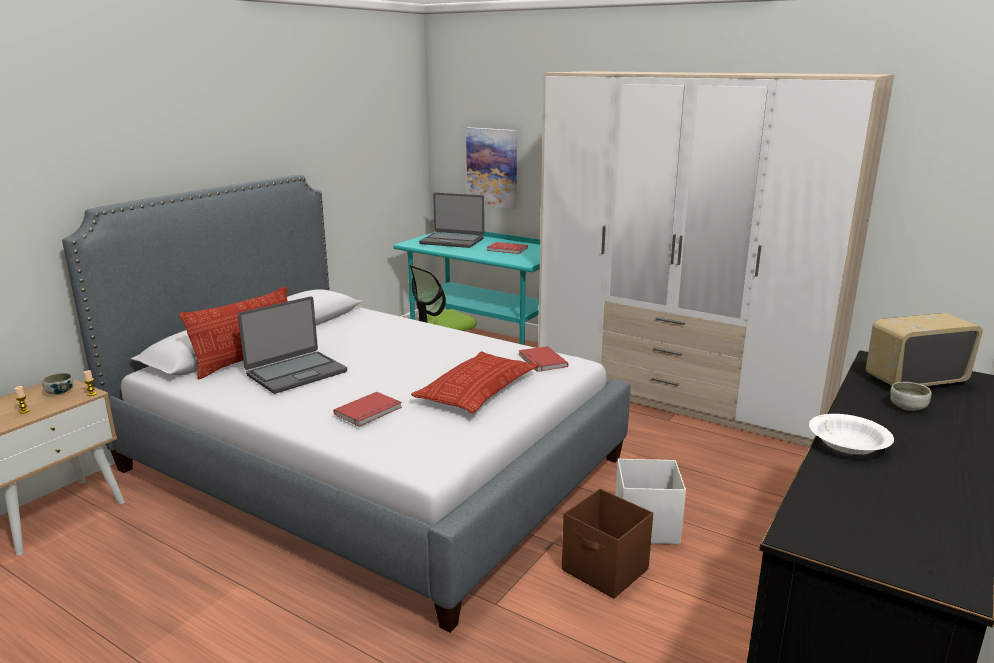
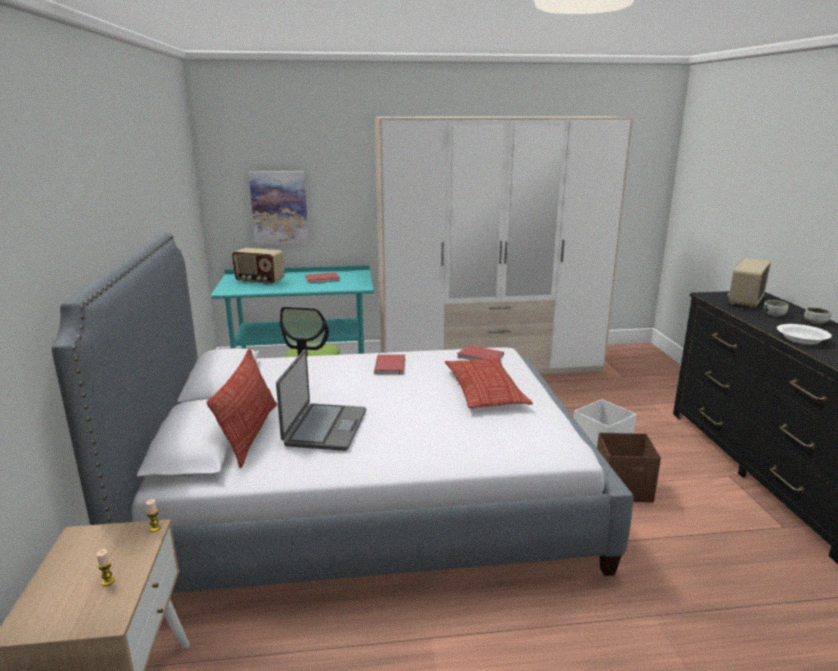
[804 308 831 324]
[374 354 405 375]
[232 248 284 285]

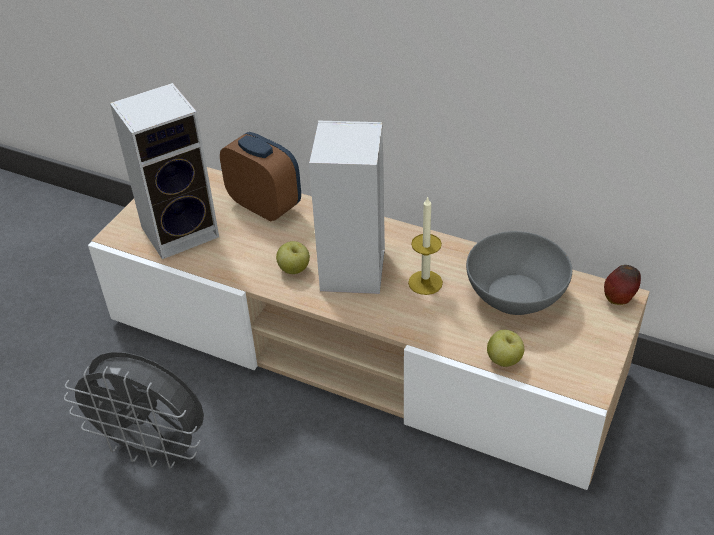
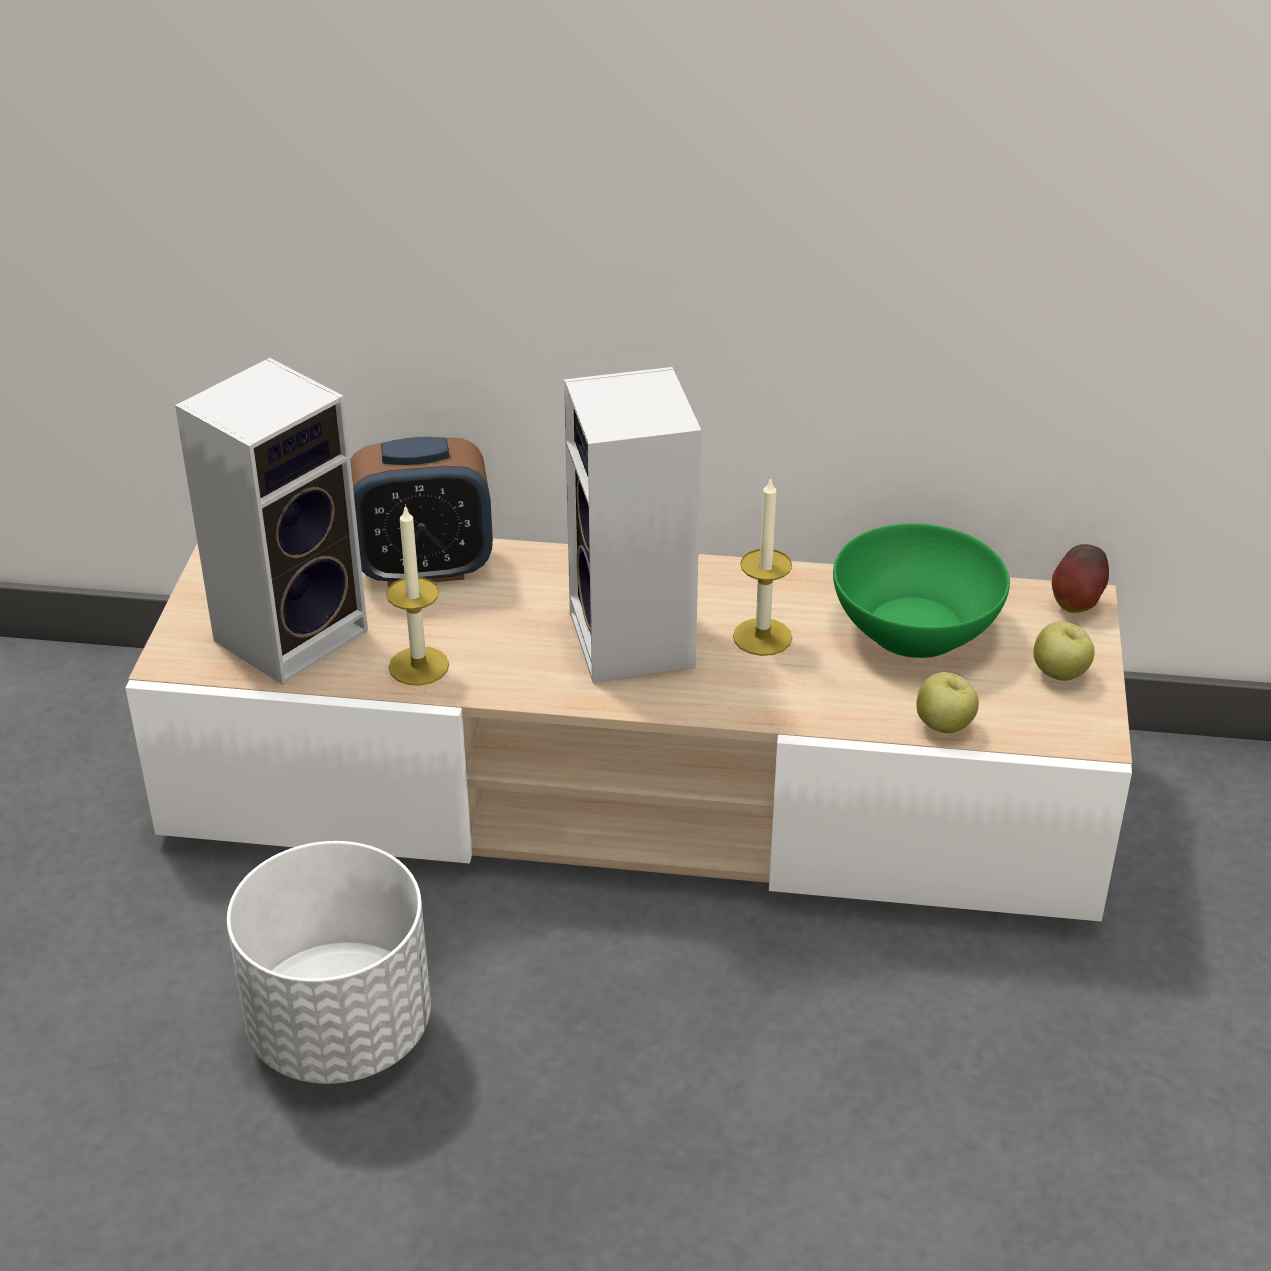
[386 505 449 686]
[1034 621 1095 681]
[227 841 431 1084]
[833 523 1010 658]
[350 437 493 586]

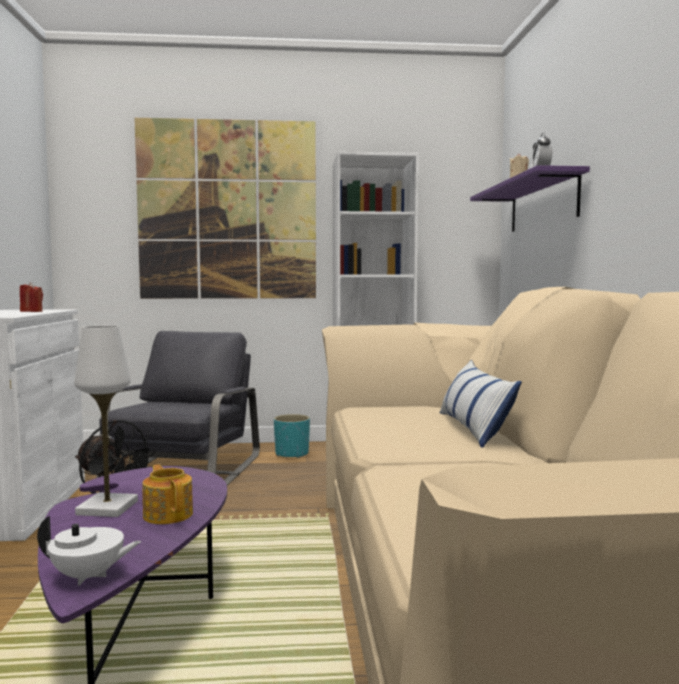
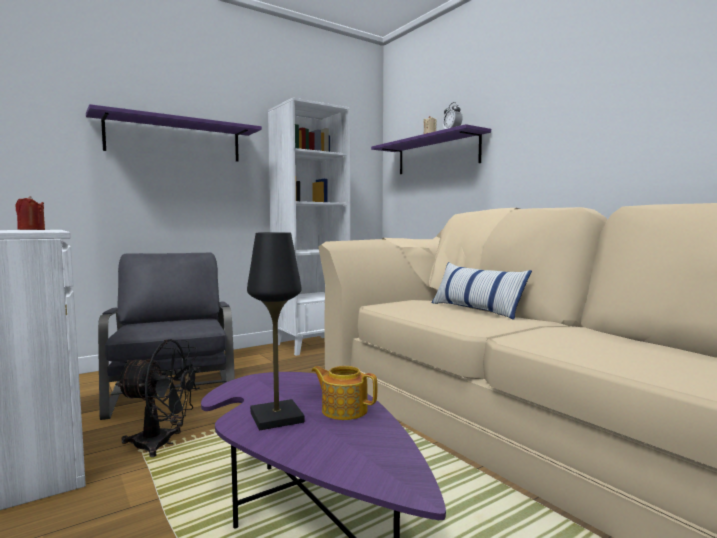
[37 515 141 586] (first image)
[274 414 310 458] (first image)
[86 104 262 162]
[247 232 304 430]

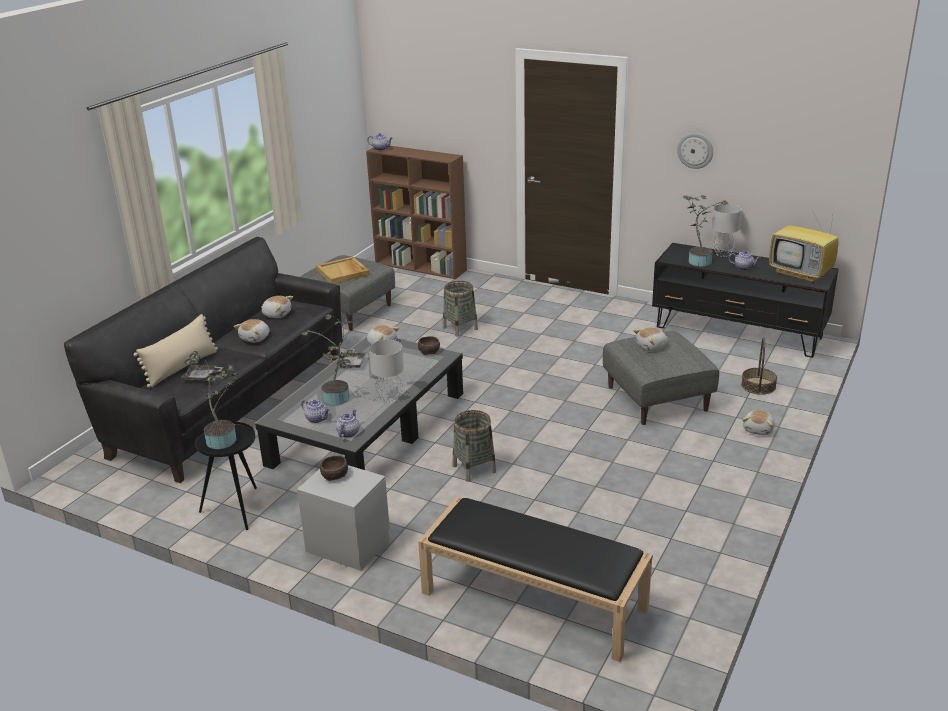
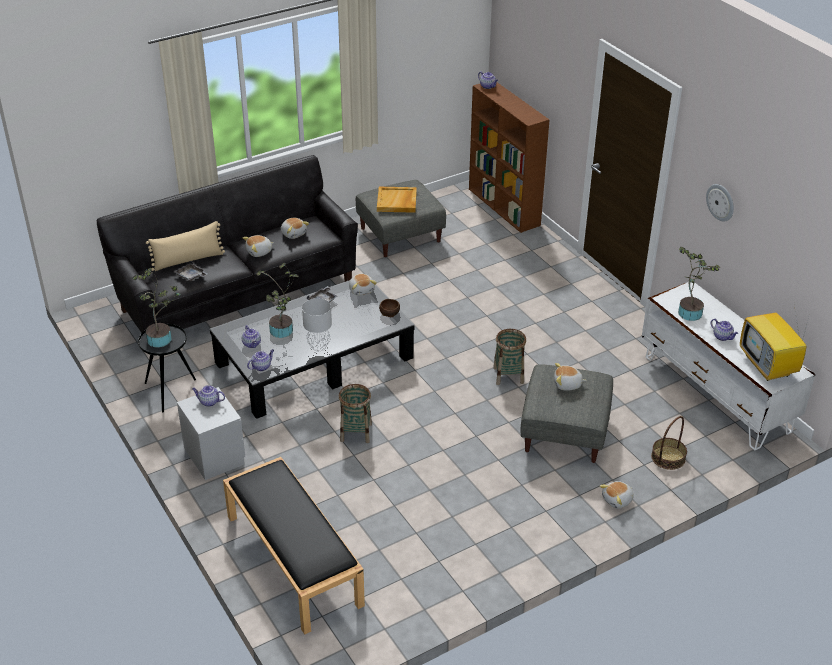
[712 204 742 257] (first image)
[493 329 526 385]
[192 385 225 407]
[642 282 815 450]

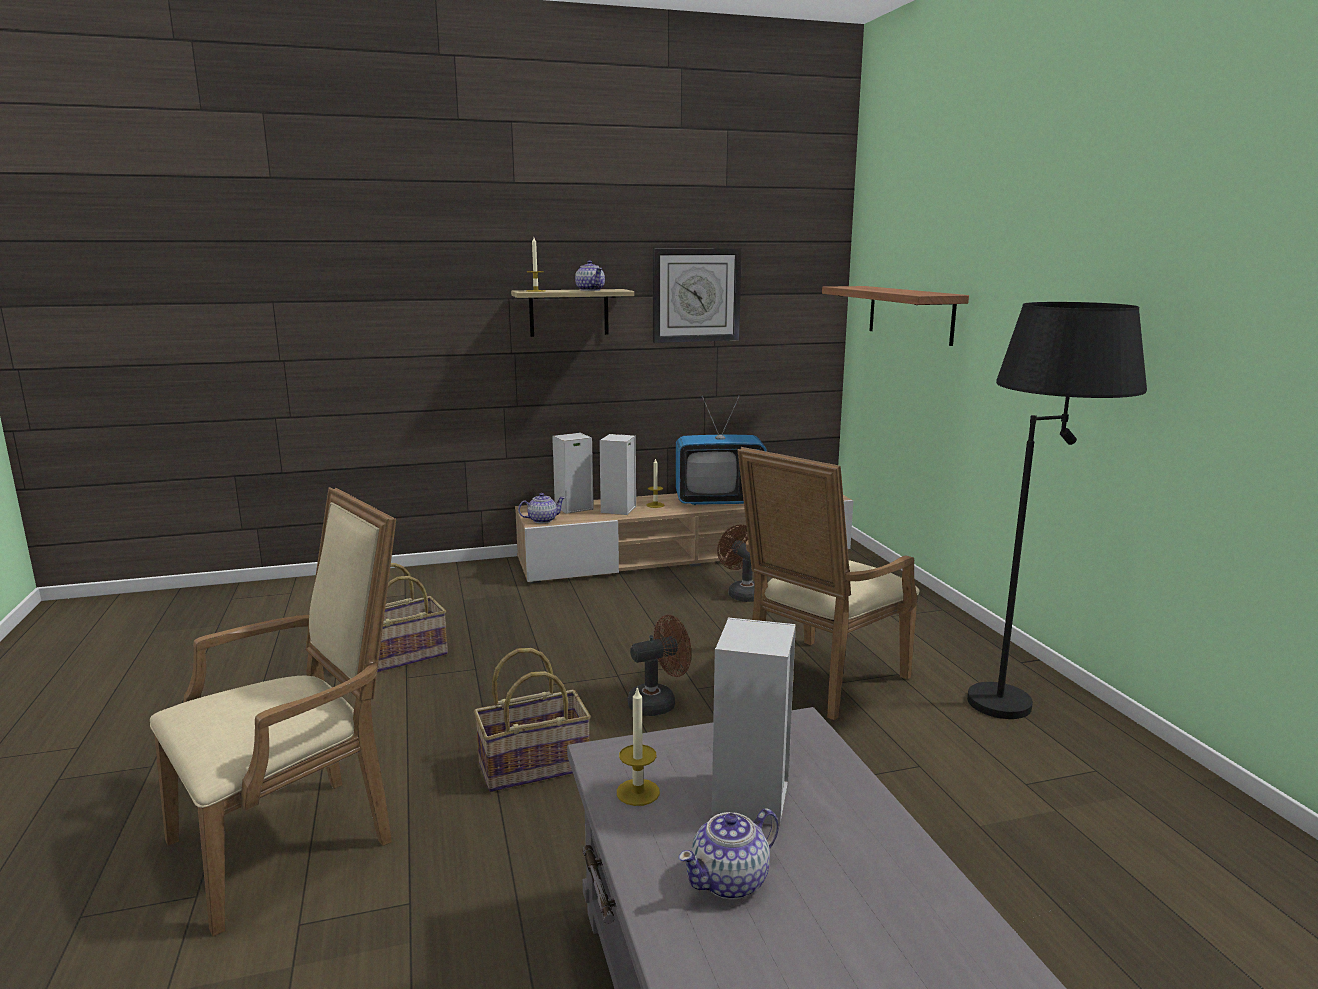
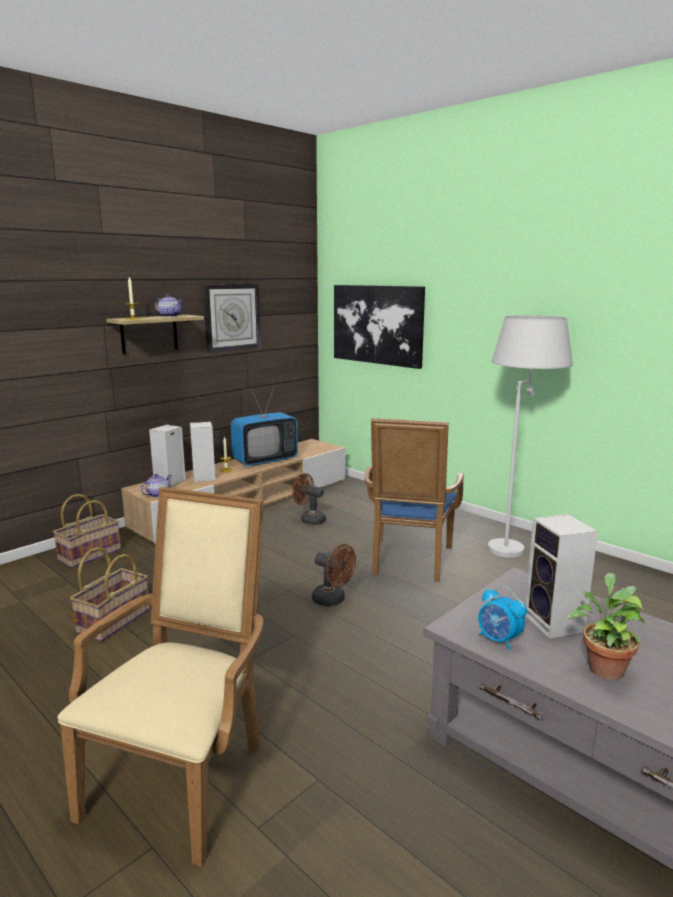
[53 494 121 568]
[478 587 527 650]
[567 573 645 680]
[334 285 425 369]
[364 418 464 582]
[488 315 573 558]
[312 544 356 607]

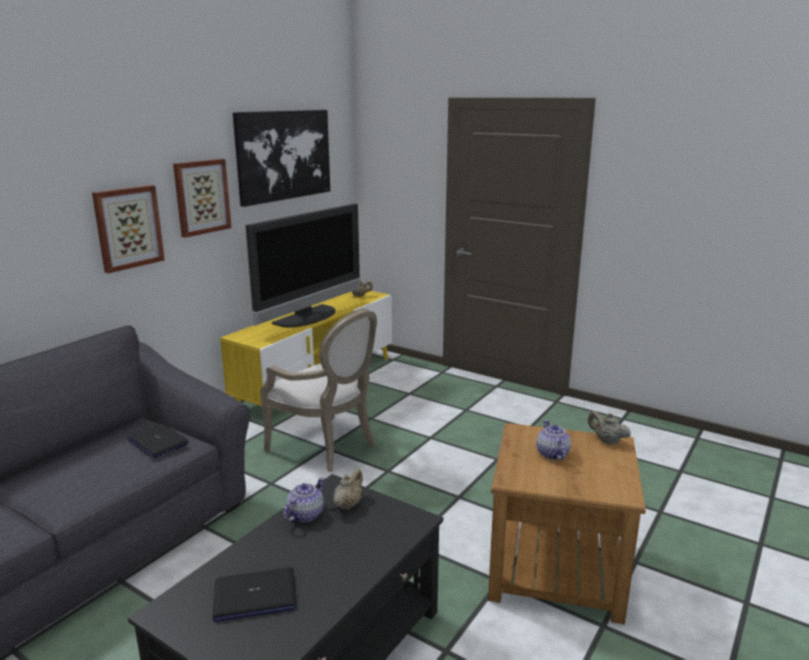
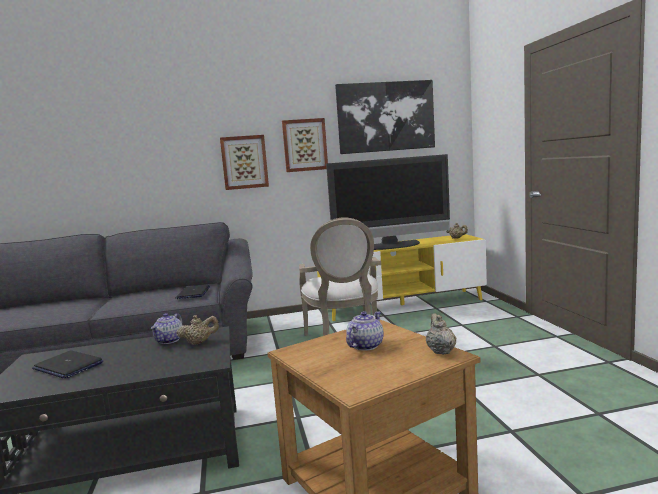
[151 313 183 344]

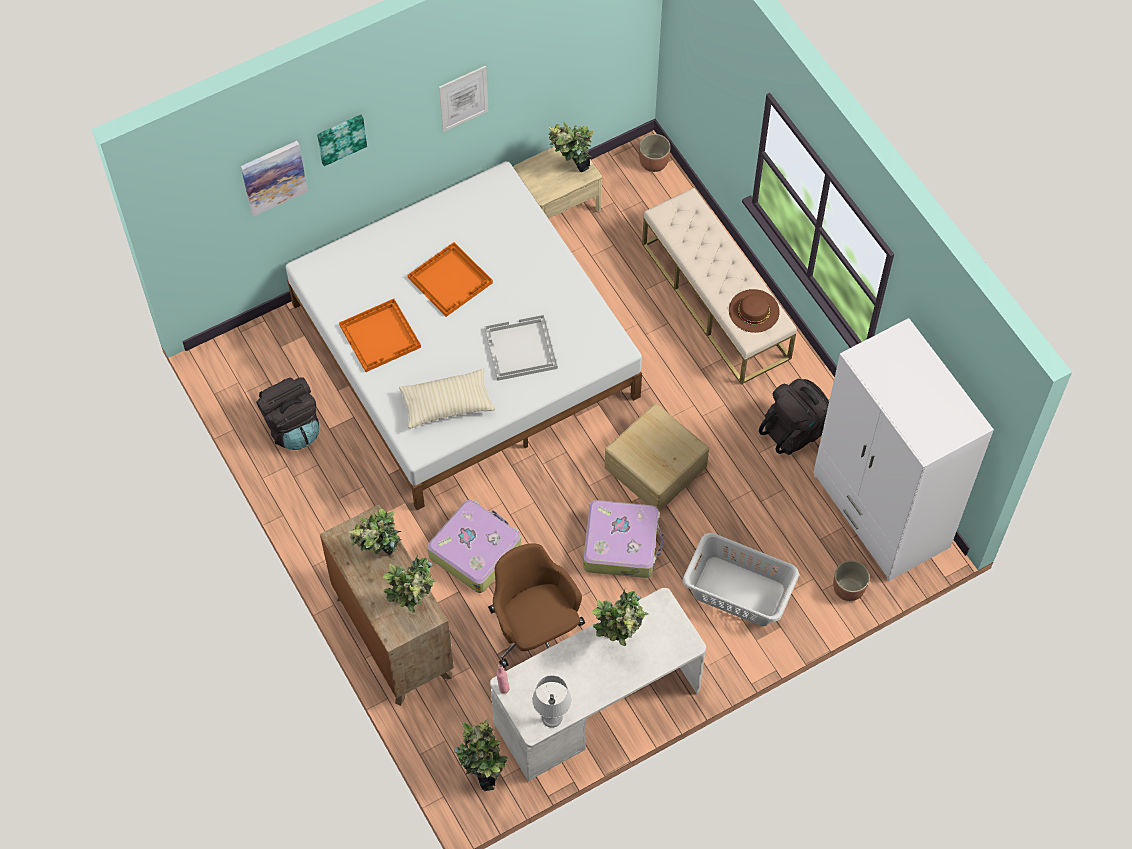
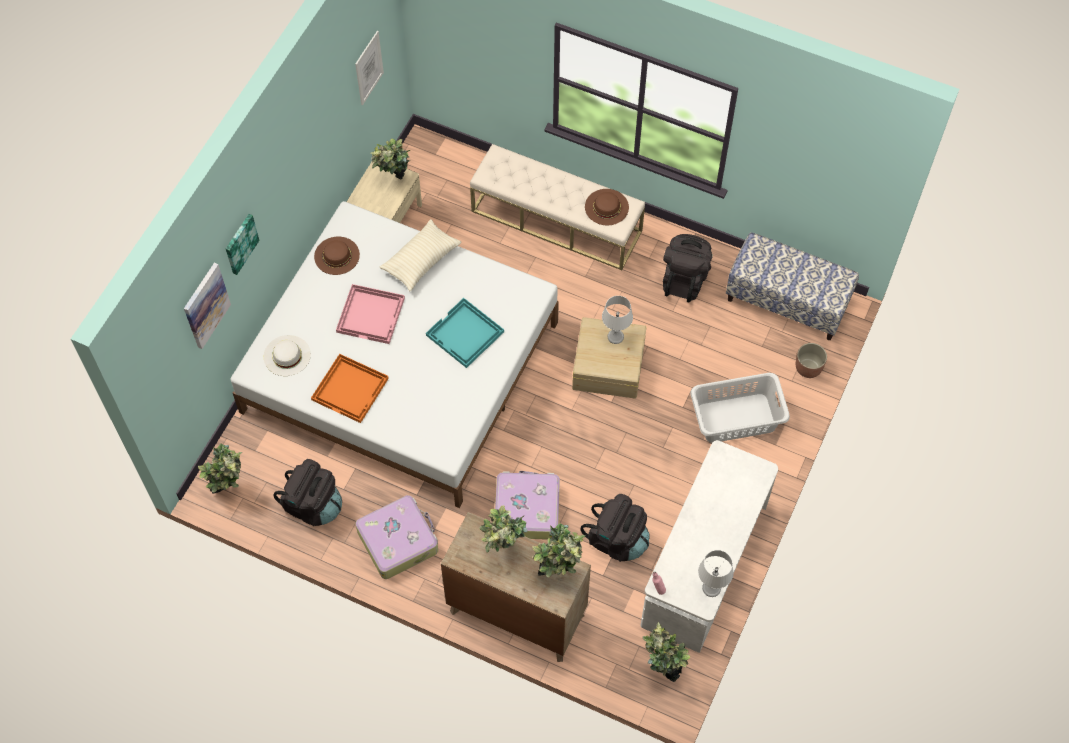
[639 134 671 172] (first image)
[264 335 311 376]
[314 237 360 275]
[602 296 633 344]
[380 219 462 292]
[355 31 384 105]
[355 495 438 579]
[198 444 242 494]
[580 494 650 562]
[726 232 859 340]
[336 284 405 344]
[426 298 504 368]

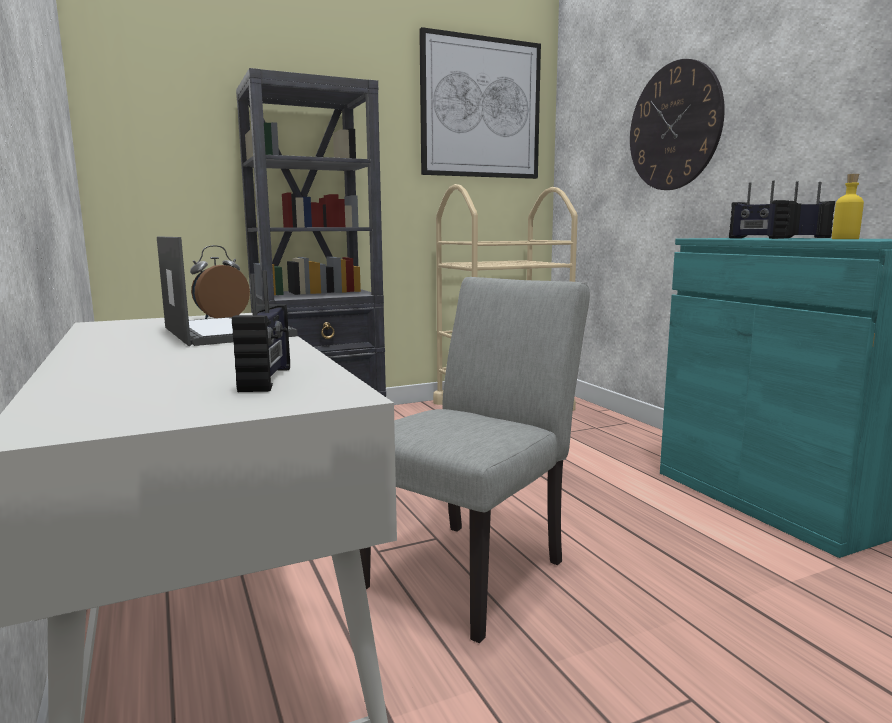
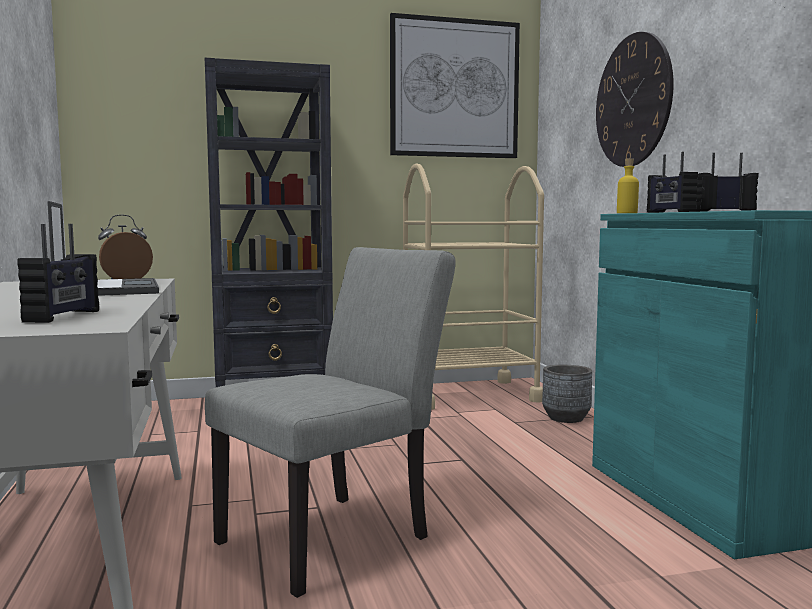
[542 365 592 423]
[617 158 639 213]

